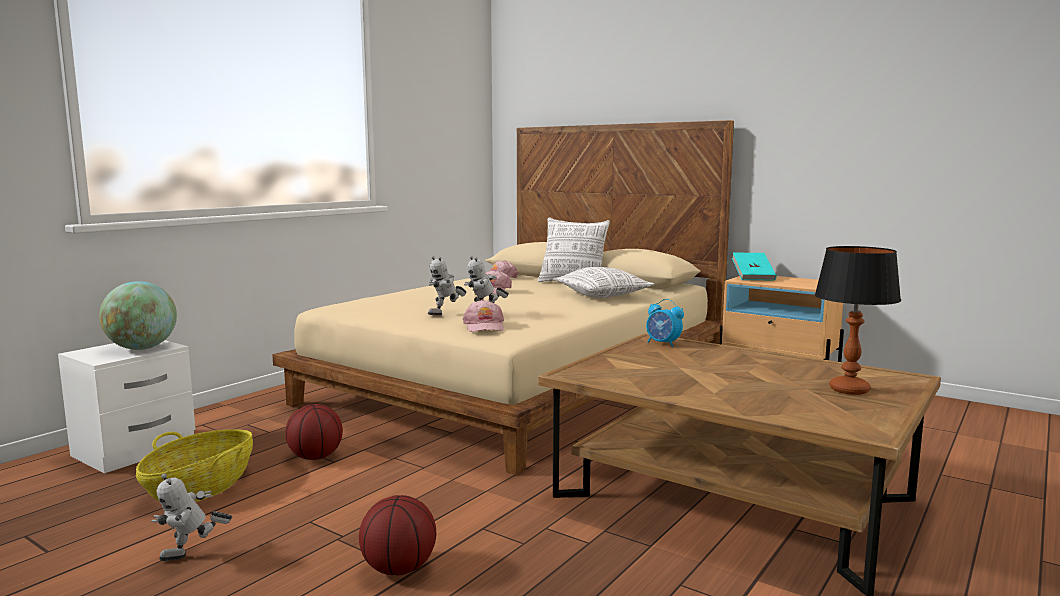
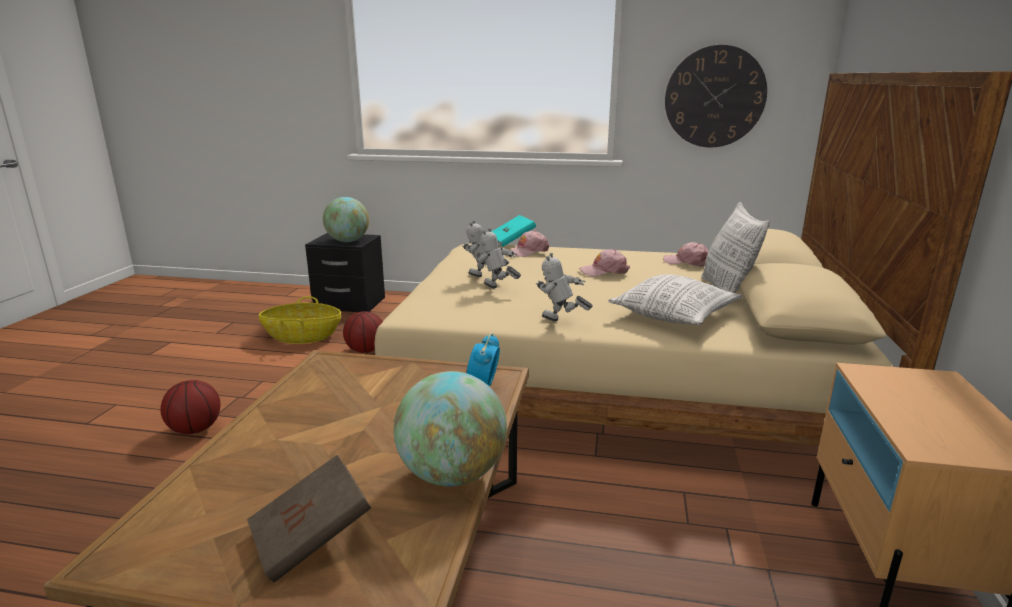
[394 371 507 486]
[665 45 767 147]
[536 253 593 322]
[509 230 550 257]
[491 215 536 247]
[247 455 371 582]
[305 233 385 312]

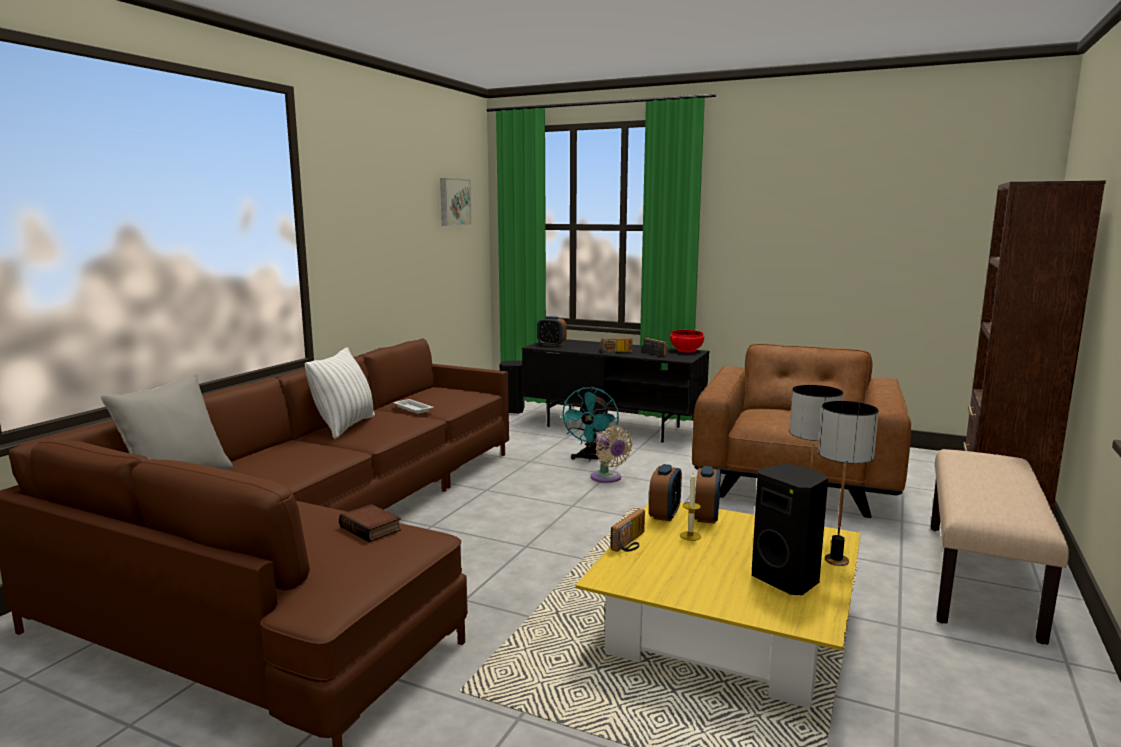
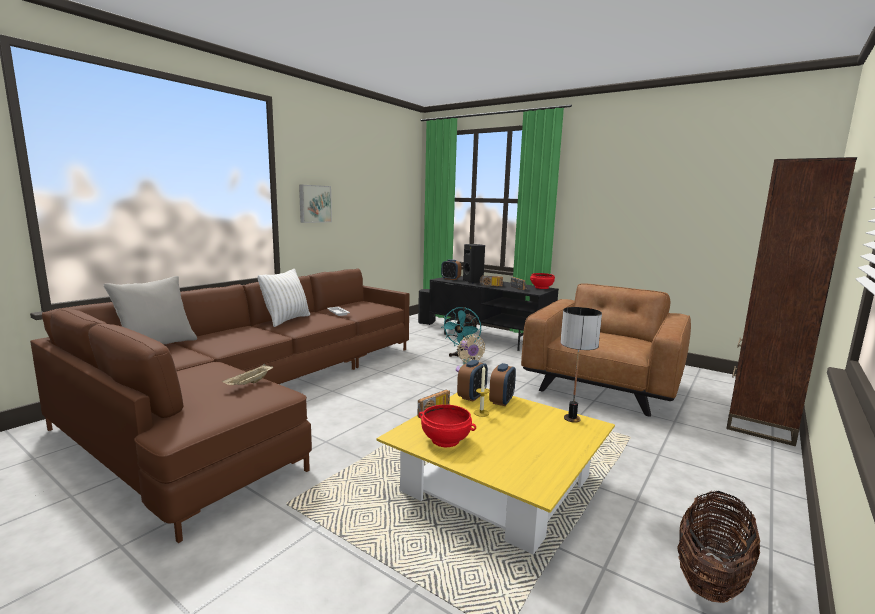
[818 401 879 566] (first image)
[931 449 1069 645] (first image)
[419 405 476 447]
[678 491 760 603]
[299 185 332 223]
[463 244 485 283]
[222 364 273 385]

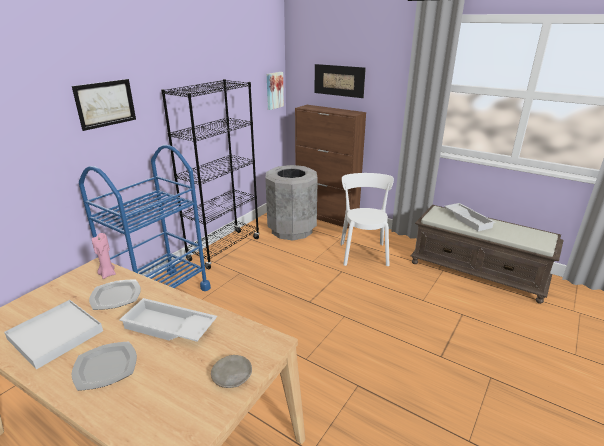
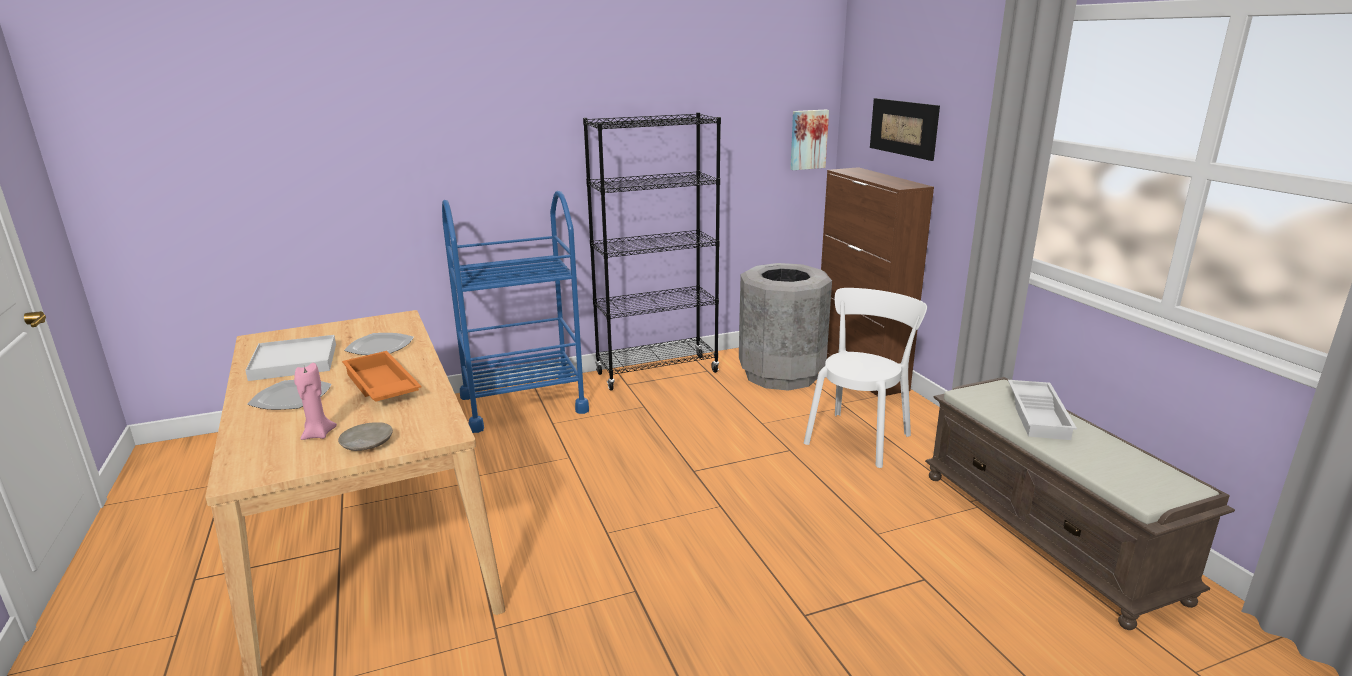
[72 79 136 131] (first image)
[294 363 337 440]
[342 351 421 402]

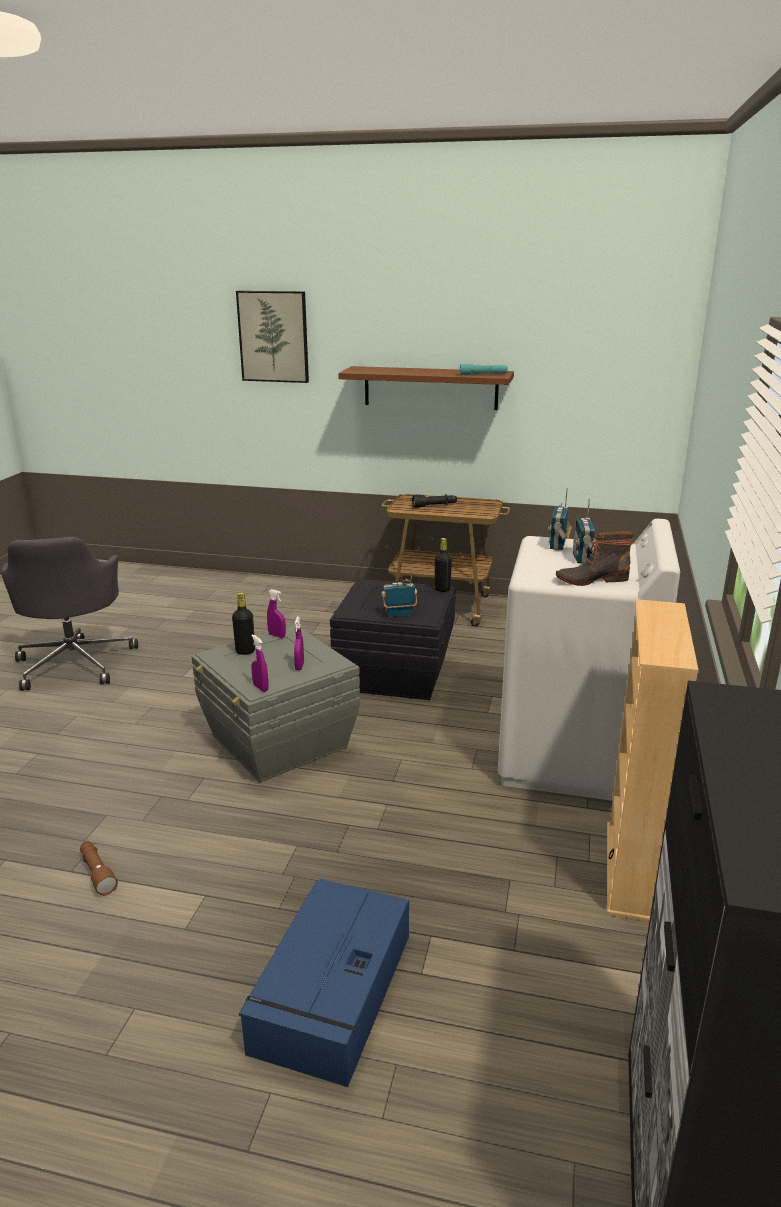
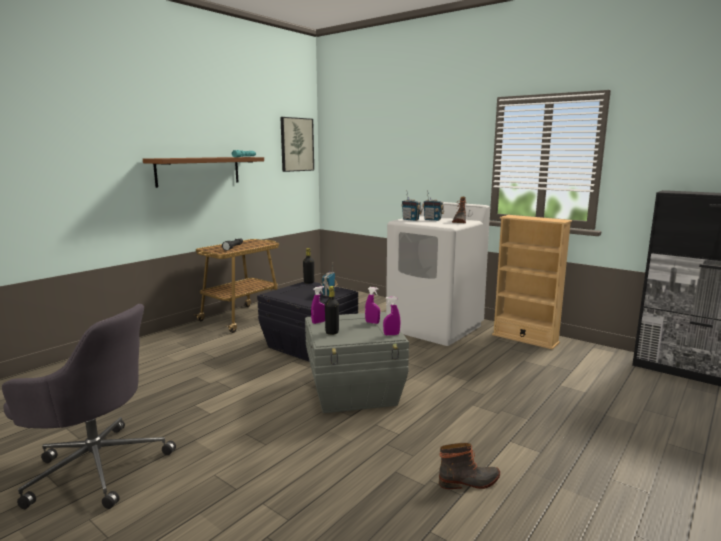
[239 879 409 1087] (first image)
[280 117 314 172]
[439 443 500 489]

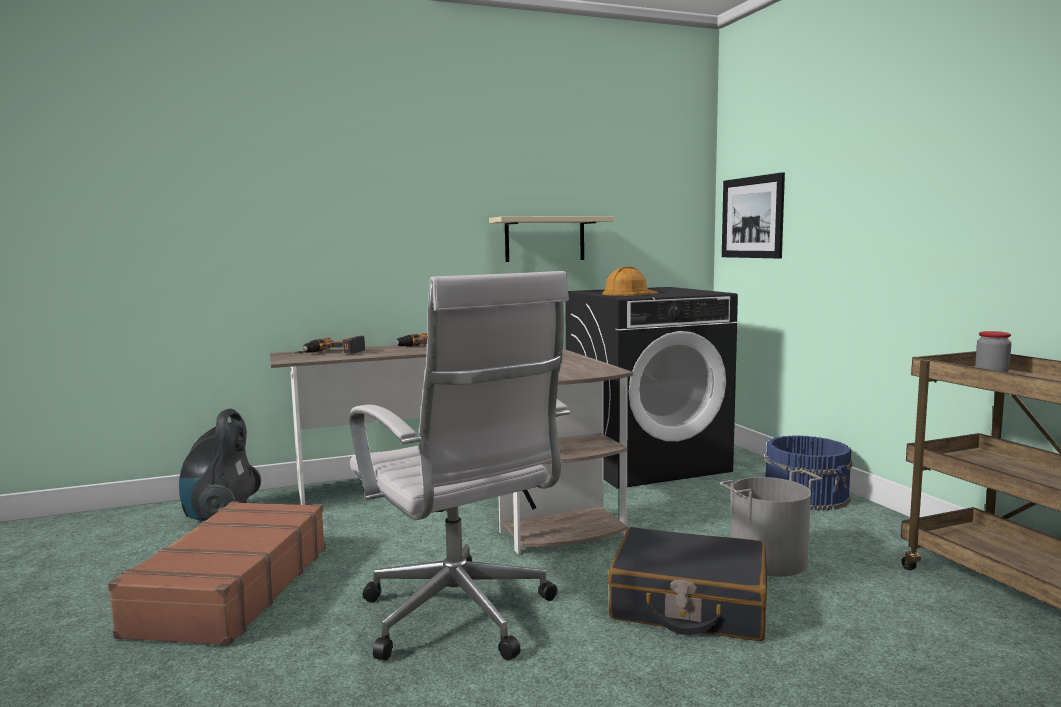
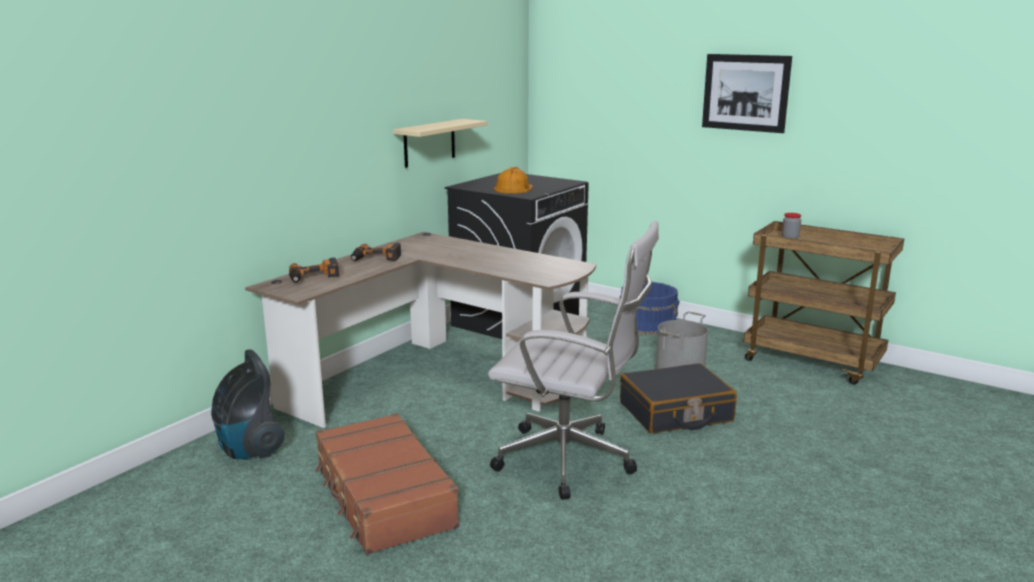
[702 54 792 133]

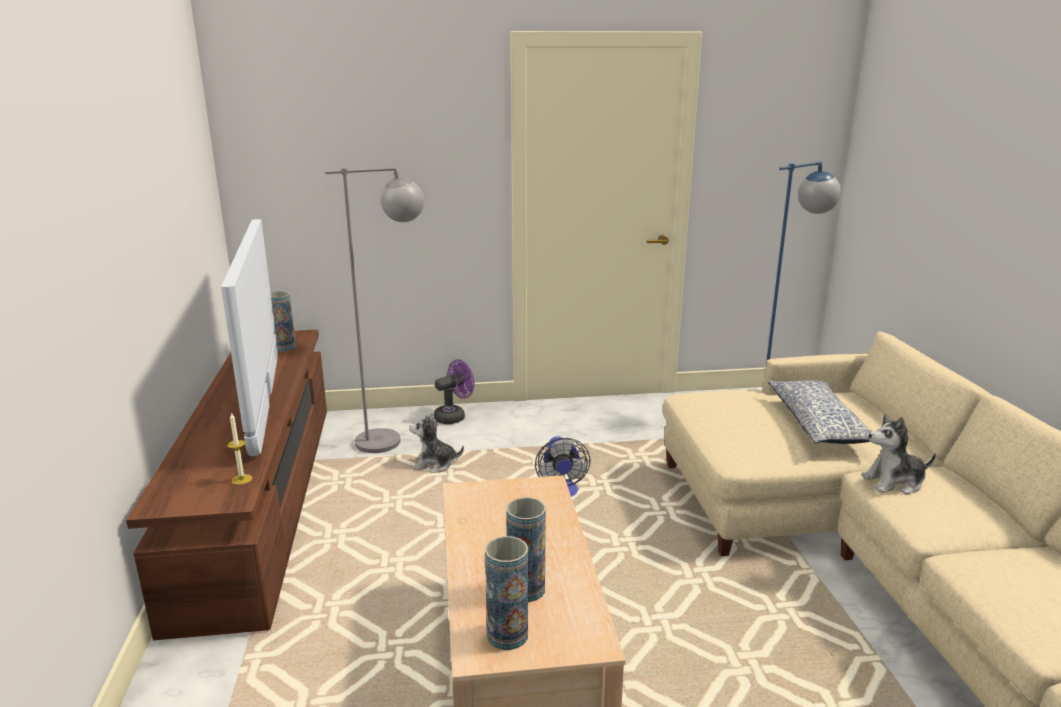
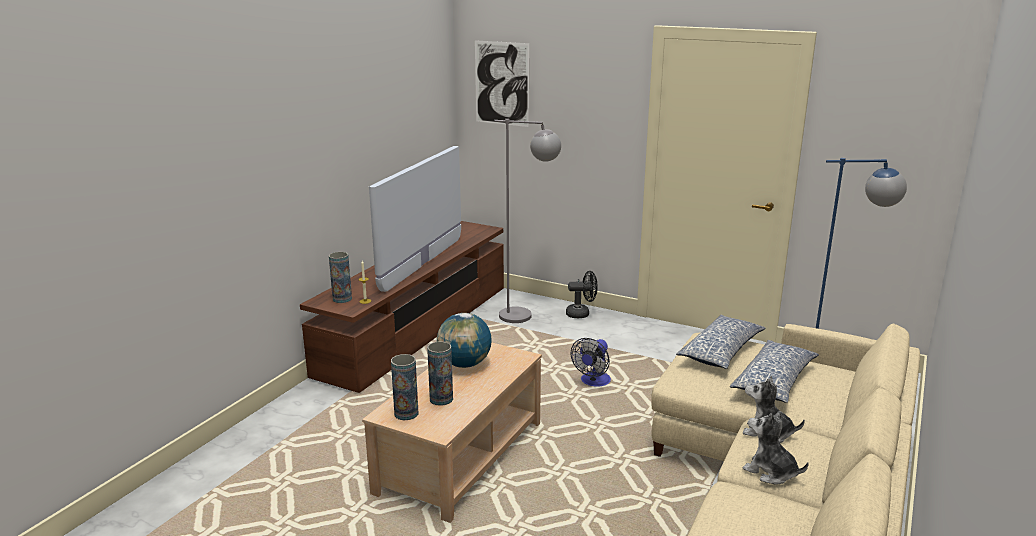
[437 313 492 368]
[475 40 529 127]
[676 315 766 369]
[329 252 352 303]
[743 411 809 484]
[566 271 598 318]

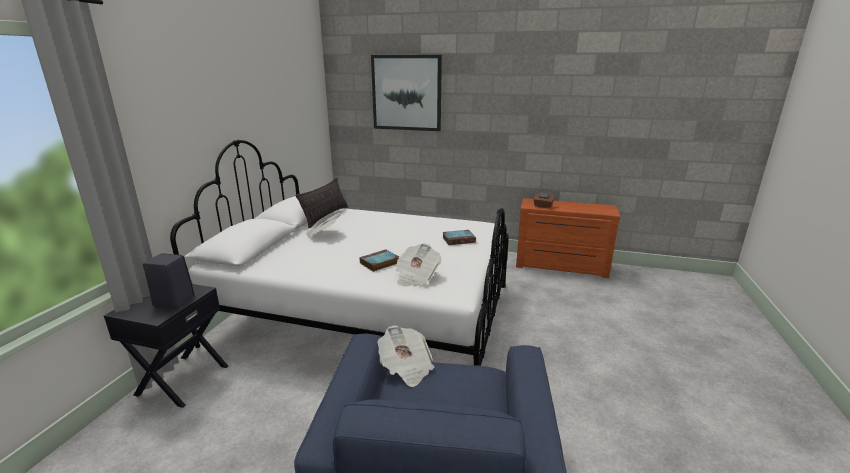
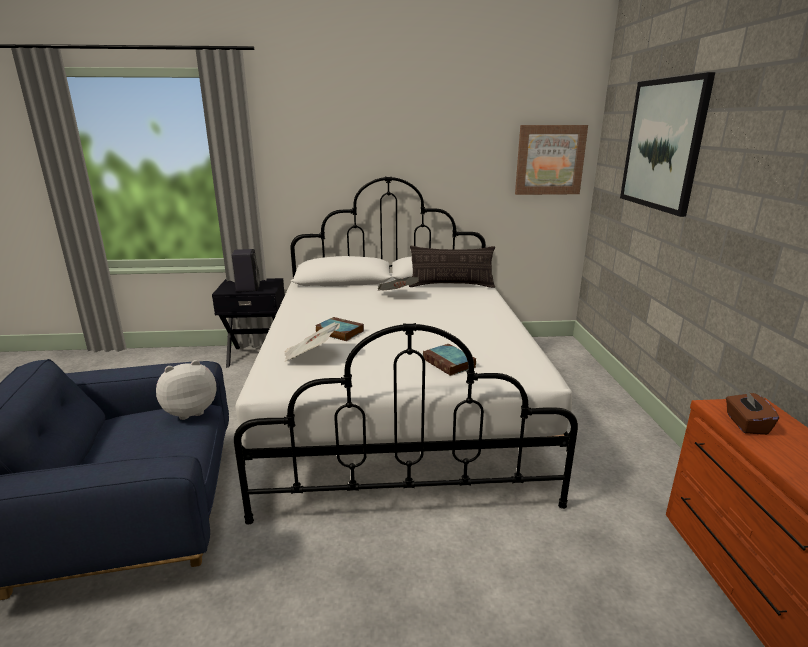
[515 125 588 195]
[156 360 216 420]

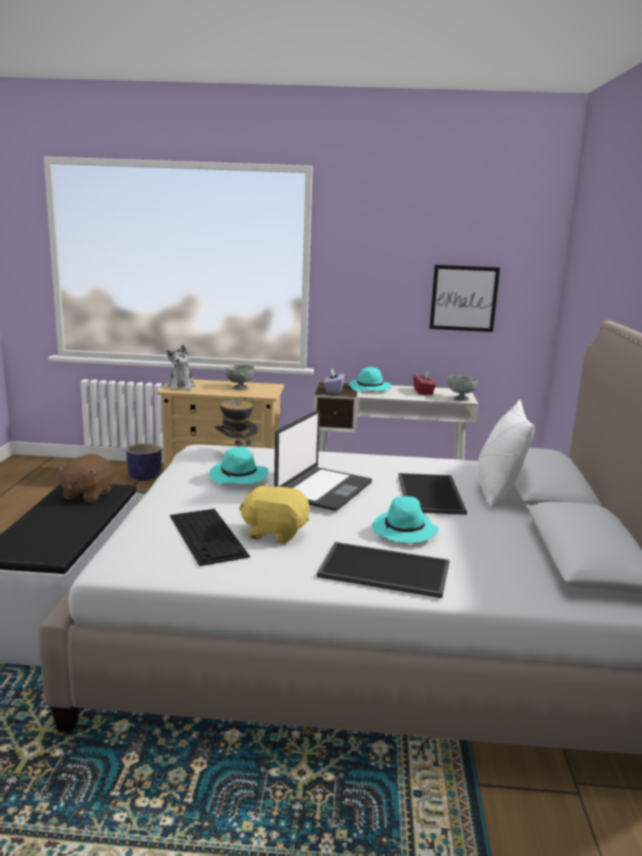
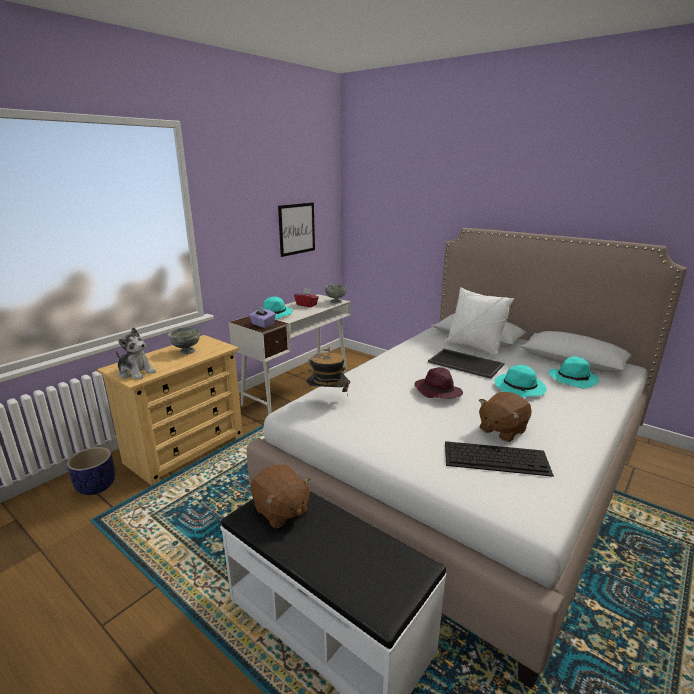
[317 542 449 598] (first image)
[549 356 599 388]
[415 367 463 399]
[479 392 531 442]

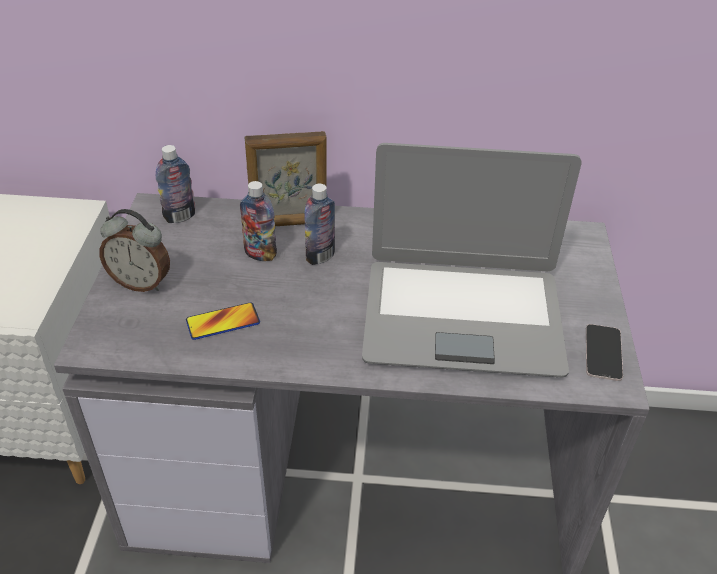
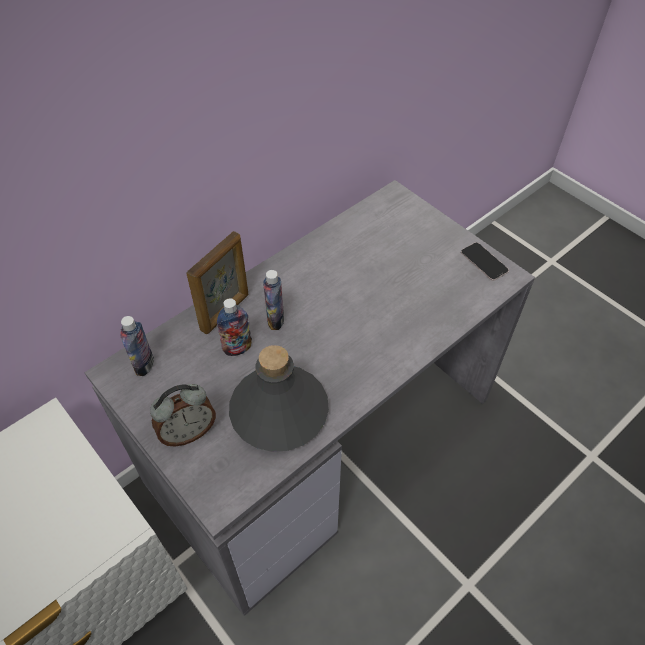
[362 143 582 377] (first image)
[229 345 329 452]

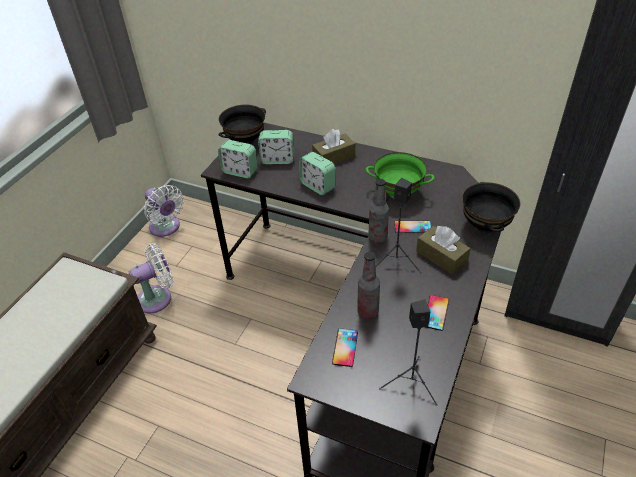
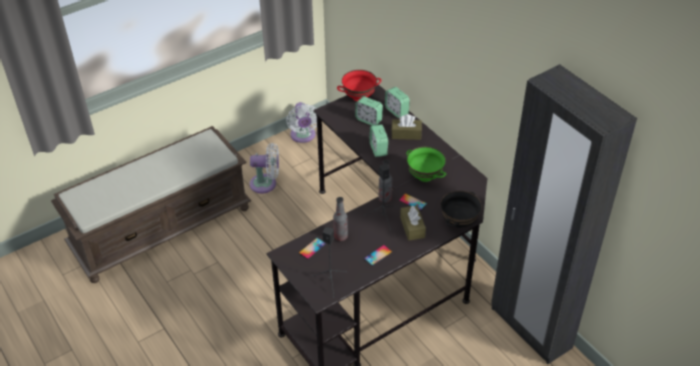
[385 87 410 118]
[337 70 381 101]

